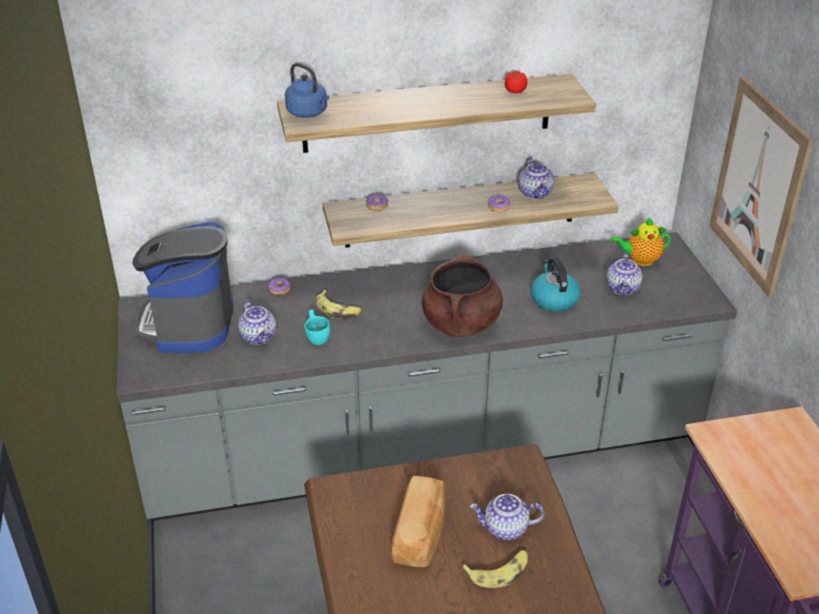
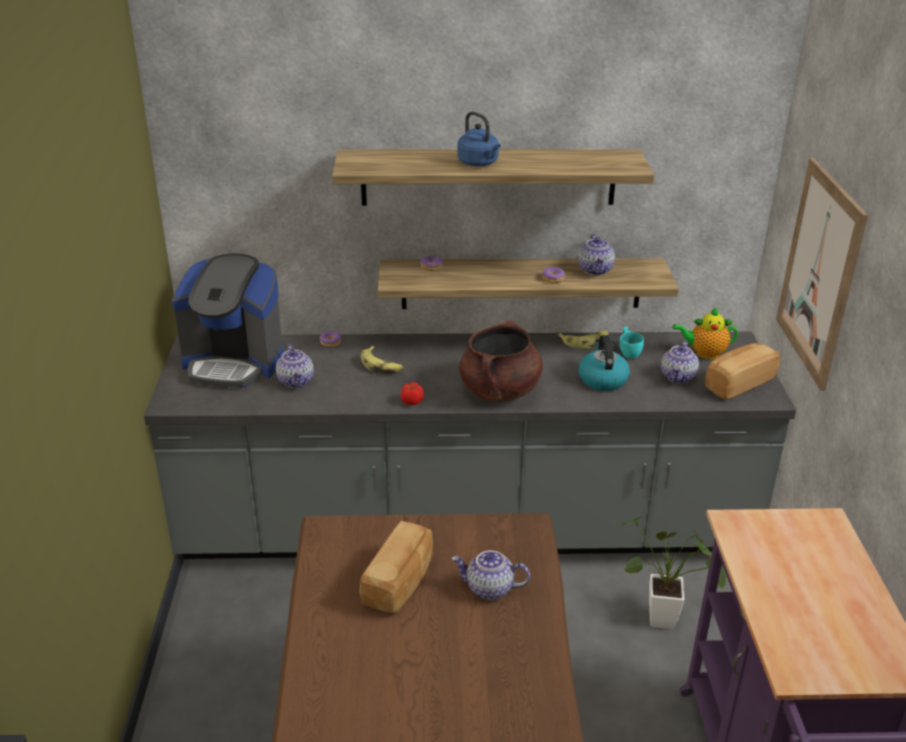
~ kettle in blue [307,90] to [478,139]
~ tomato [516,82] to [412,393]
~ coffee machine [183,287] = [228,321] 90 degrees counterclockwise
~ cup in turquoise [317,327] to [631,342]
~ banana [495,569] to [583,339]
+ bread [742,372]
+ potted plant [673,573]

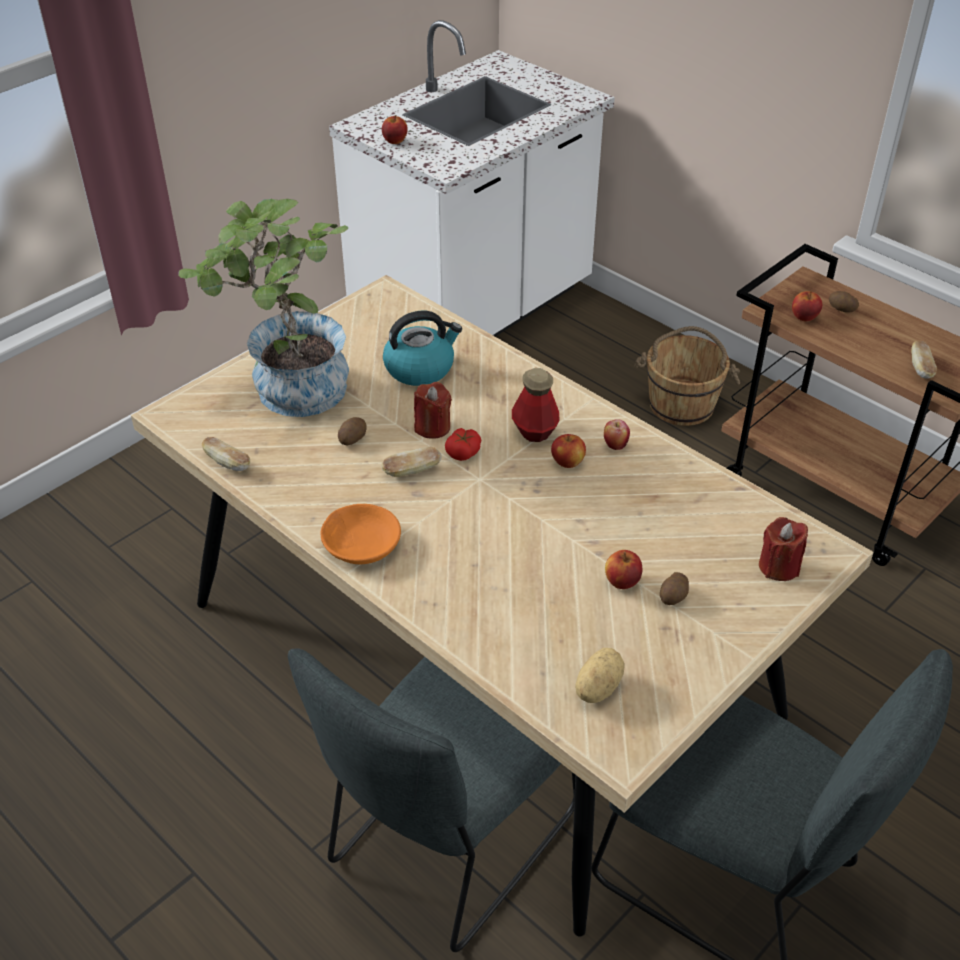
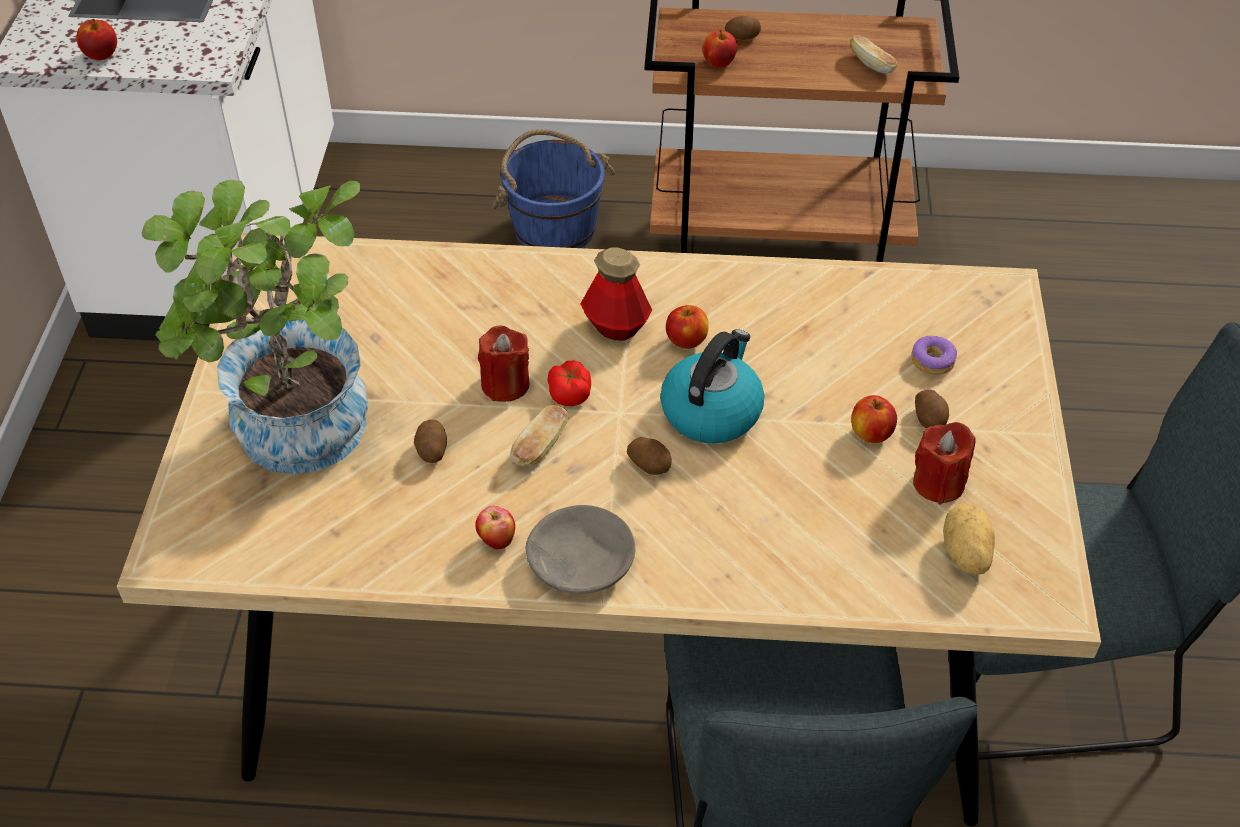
~ kettle [422,348] to [712,386]
~ bucket in brown [687,376] to bucket in blue [553,188]
~ apple [617,434] to [495,527]
- bread [225,454]
~ bowl in orange [360,534] to bowl in grey [581,549]
~ candle in red [783,549] to [944,463]
+ donut [934,355]
+ potato [649,456]

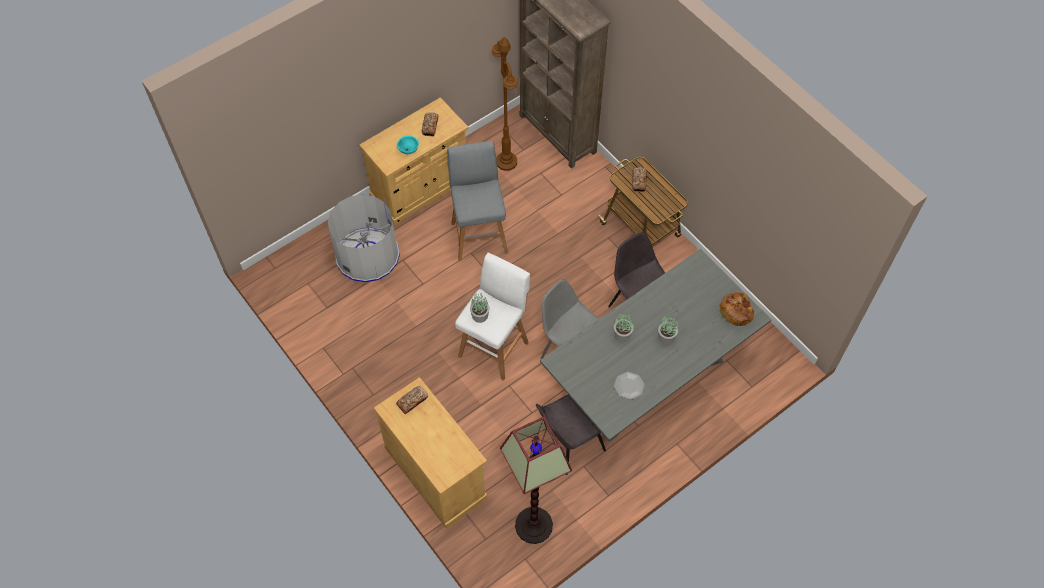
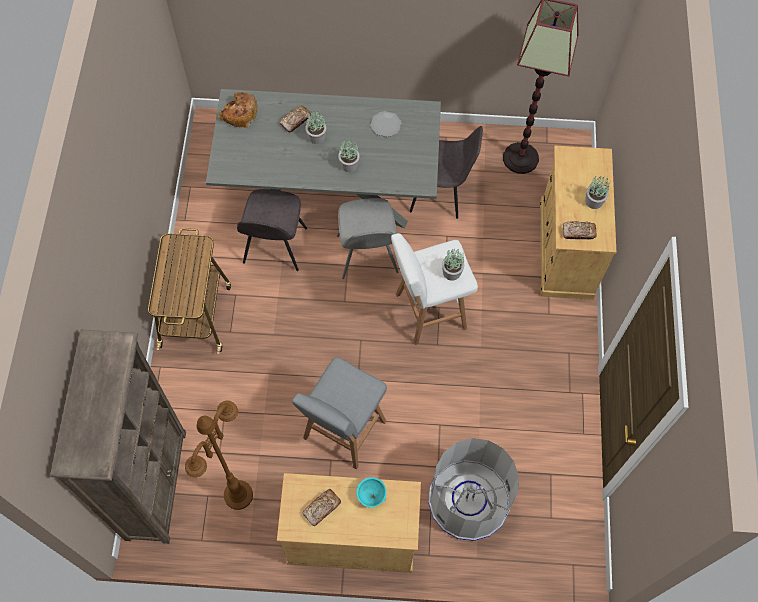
~ bread [639,179] to [295,118]
+ potted plant [598,192]

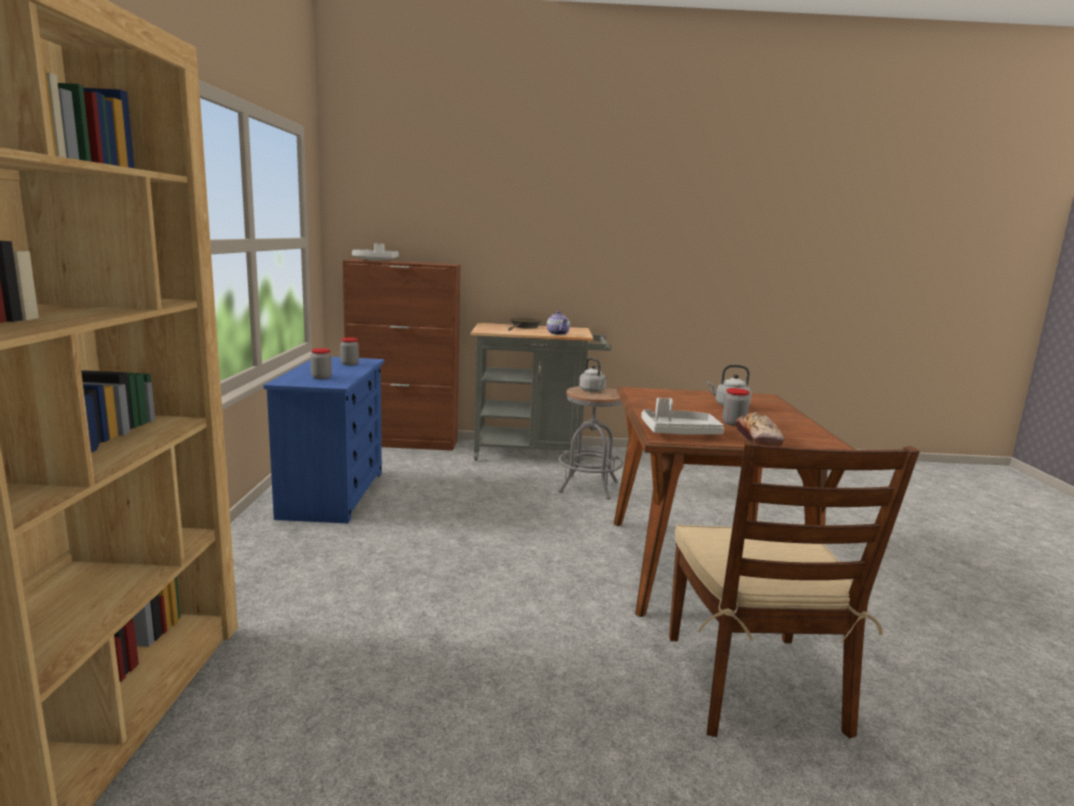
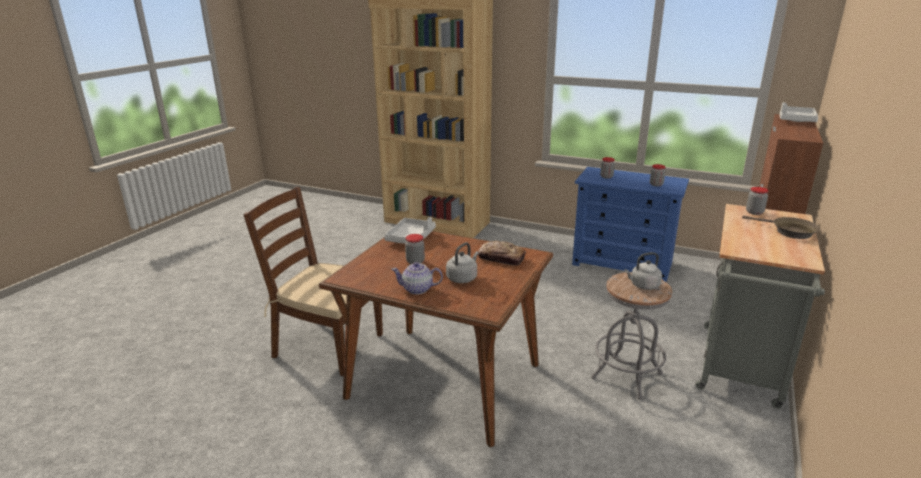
~ teapot [558,323] to [417,278]
~ bread [760,429] to [502,253]
+ jar [757,201]

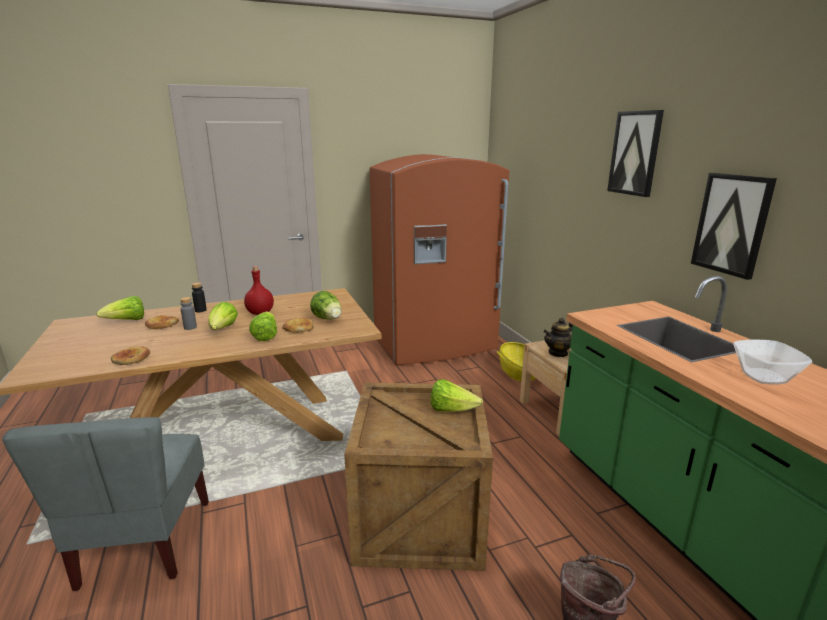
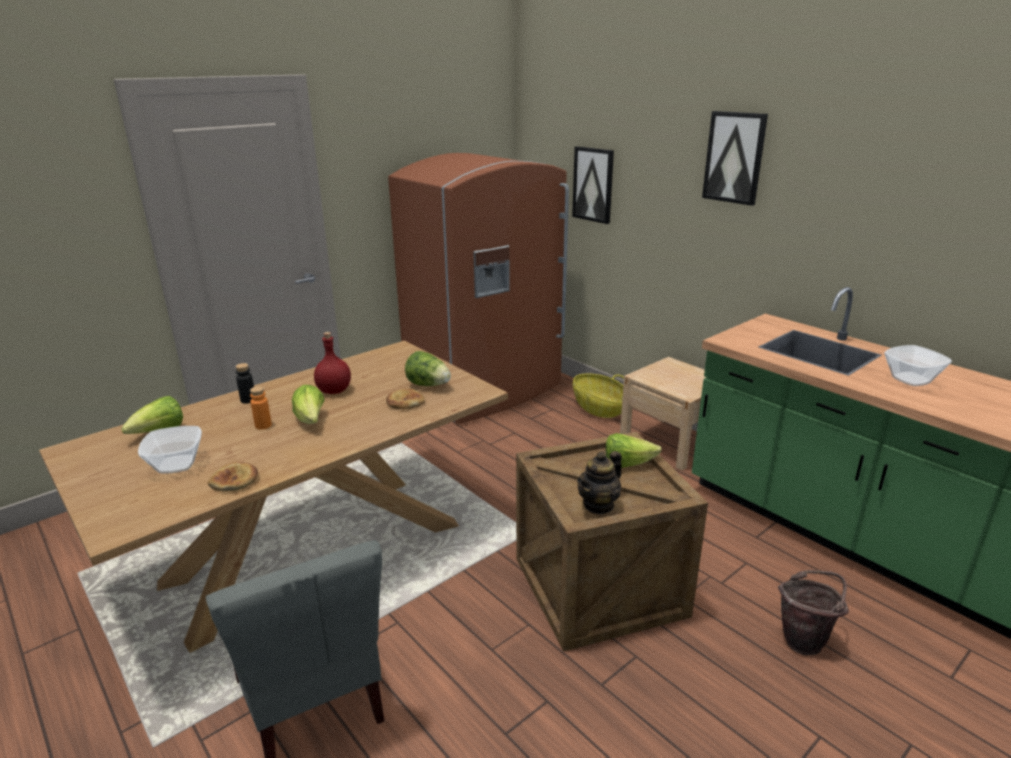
~ picture [734,226] to [593,185]
~ bottle in grey [188,313] to bottle in orange [261,408]
- lettuce [263,326]
- bread [162,322]
~ teapot [558,337] to [599,483]
+ bowl [170,450]

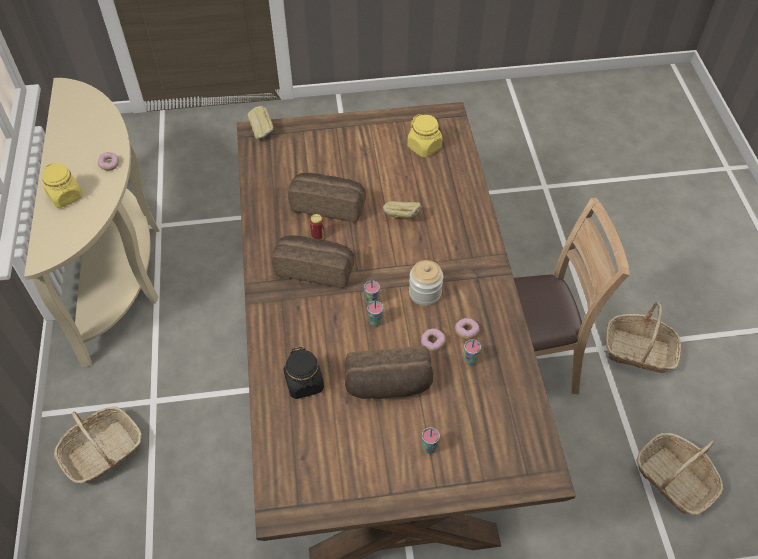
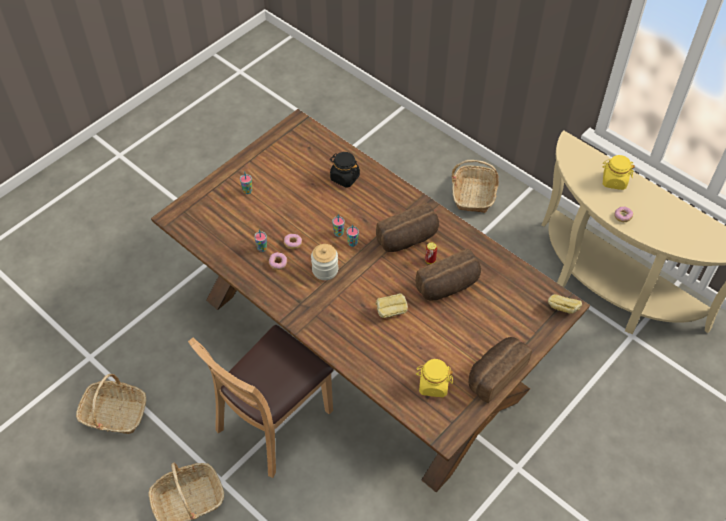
~ bread [389,372] to [500,370]

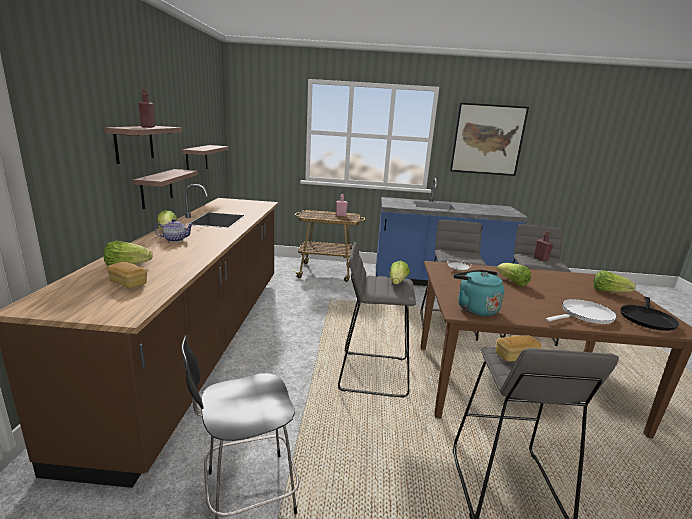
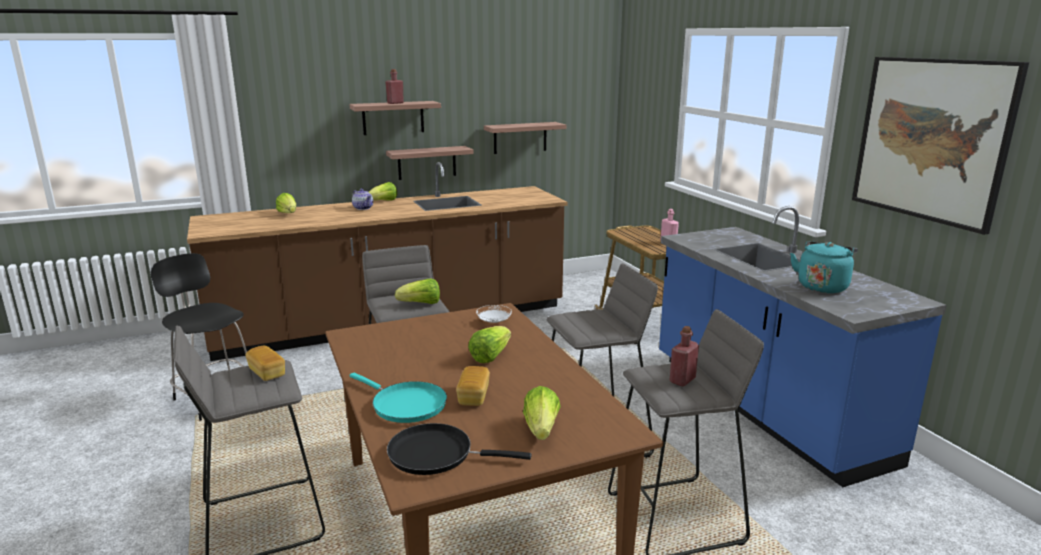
~ bread [127,275] to [473,386]
~ kettle in turquoise [478,292] to [824,267]
~ frying pan in white [581,311] to frying pan in turquoise [398,398]

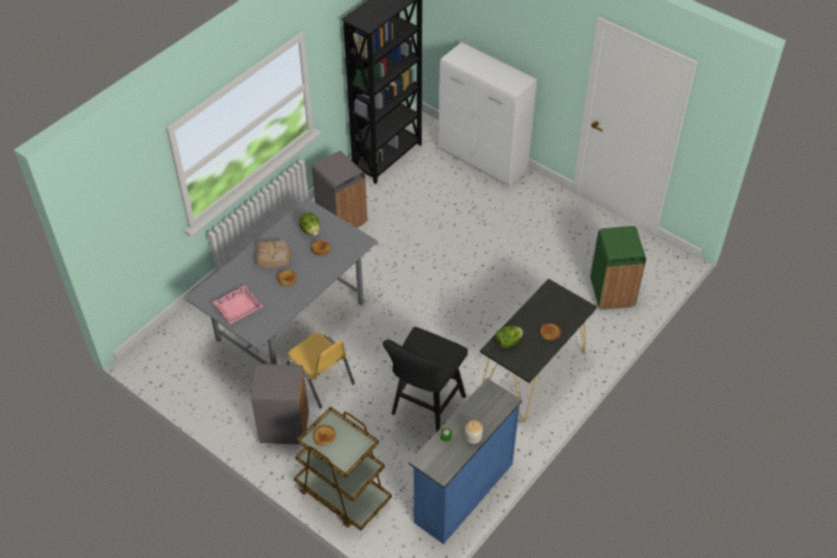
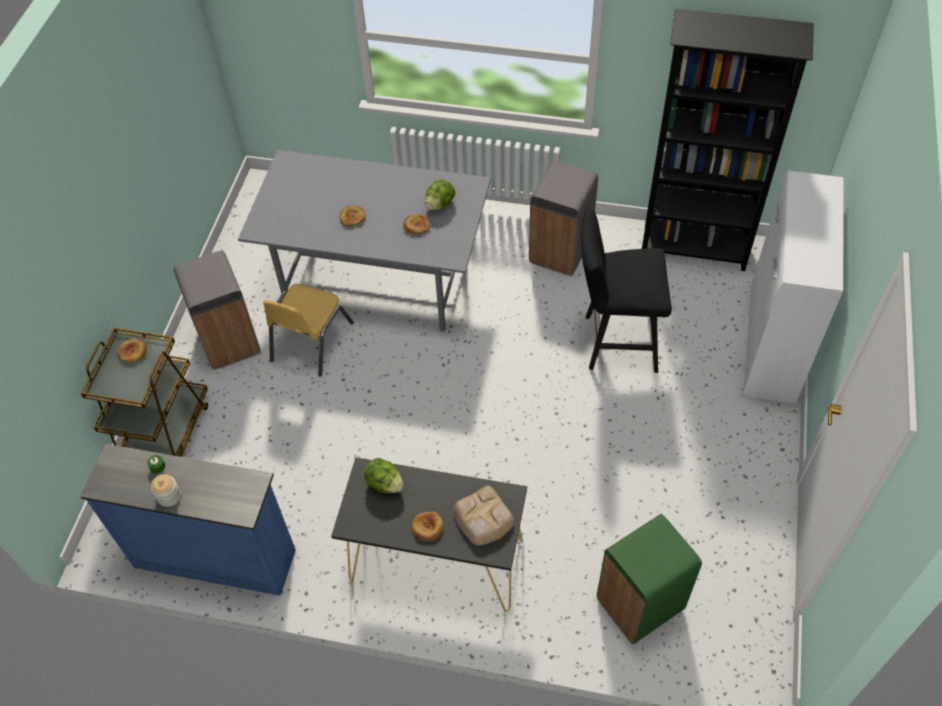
~ bread [273,254] to [484,515]
- tray in pink [237,304]
~ stool in black [425,379] to [626,290]

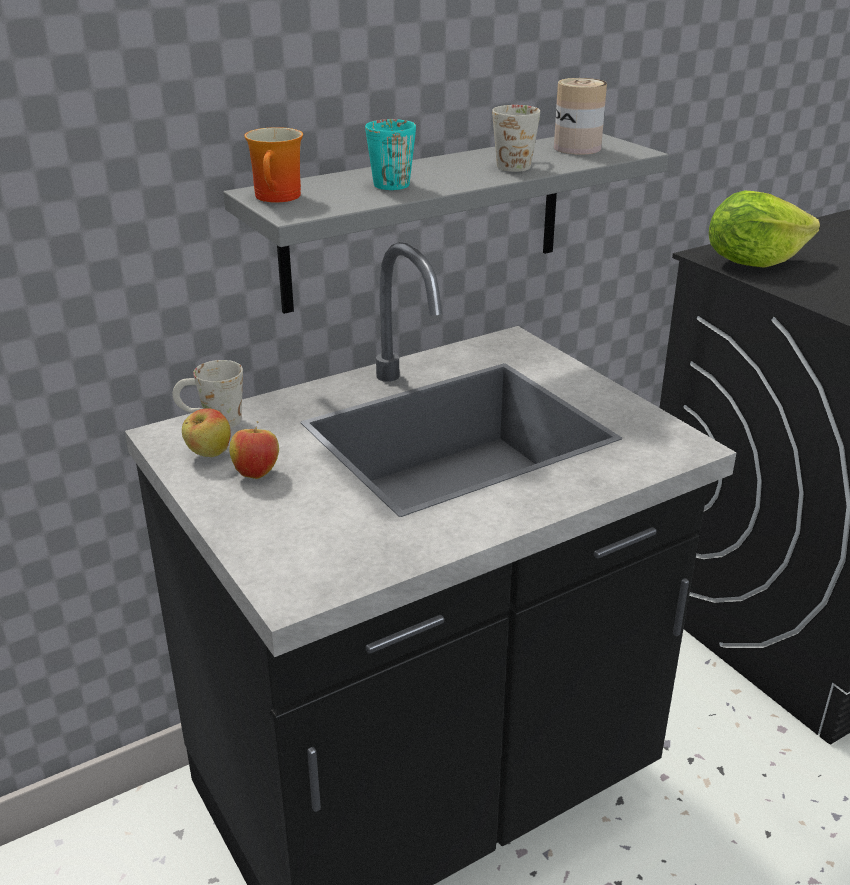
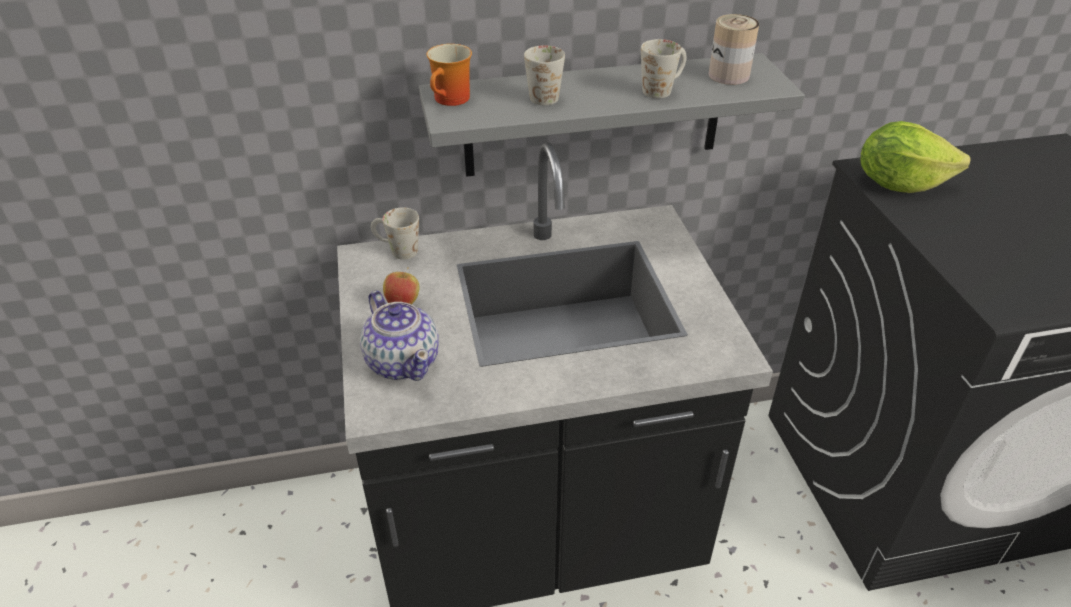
~ mug in turquoise [390,154] to mug in white [544,75]
- apple [206,432]
+ teapot [399,336]

